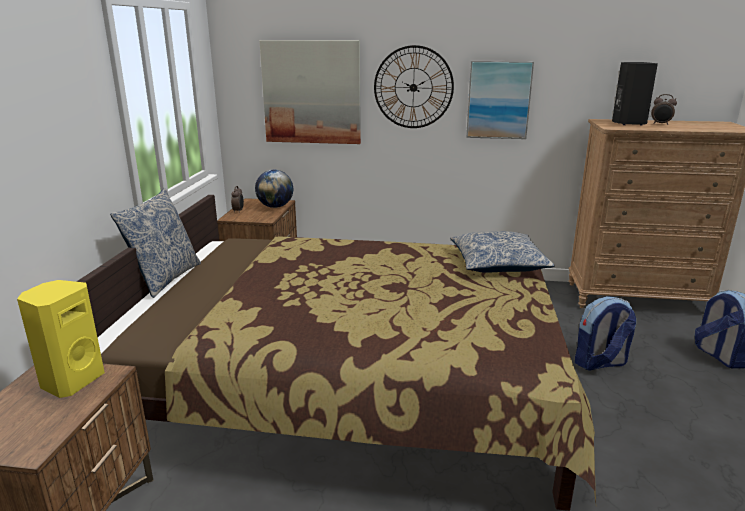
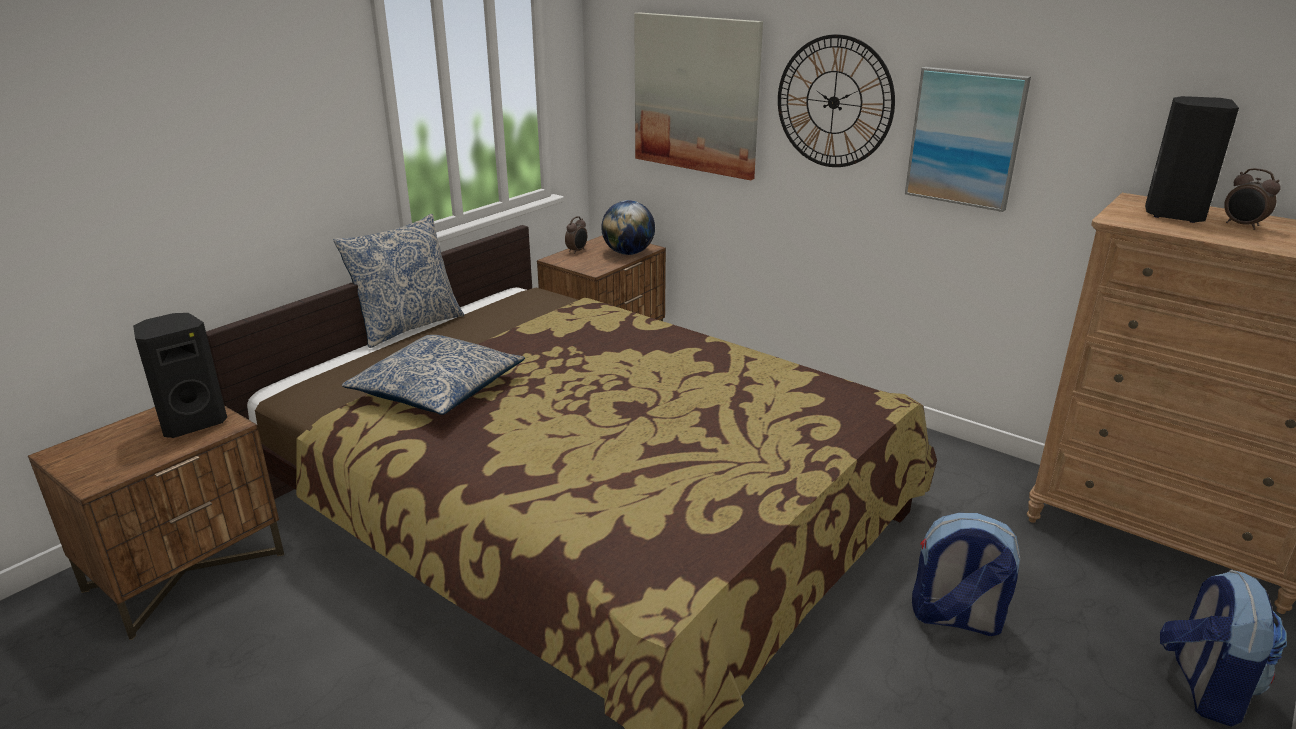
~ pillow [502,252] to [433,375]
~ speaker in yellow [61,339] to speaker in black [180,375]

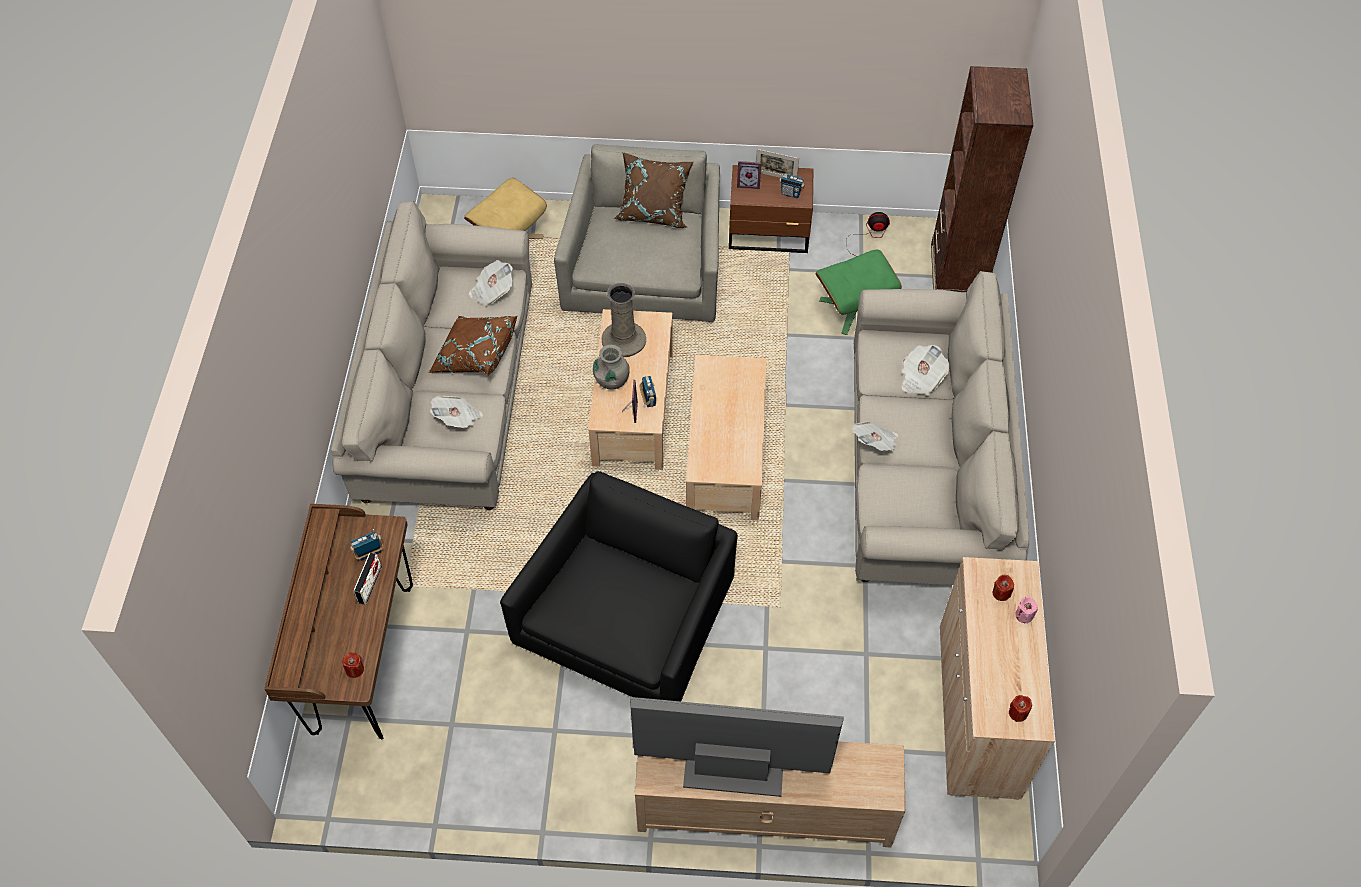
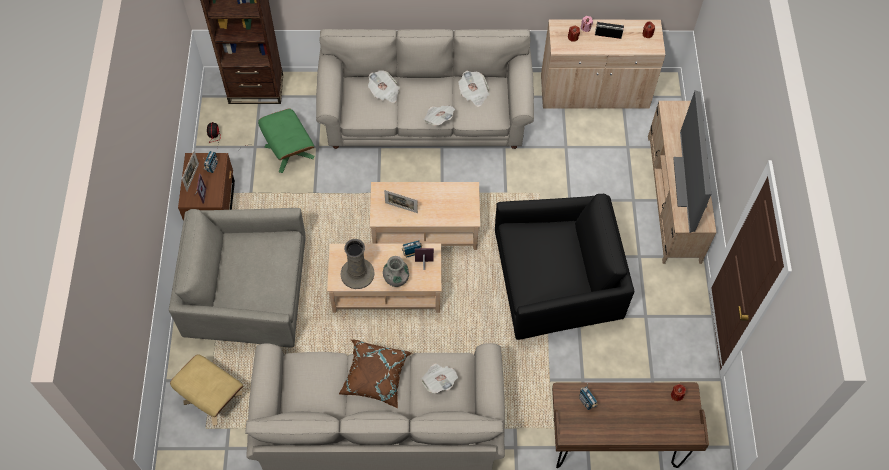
- pillow in brown [654,190]
~ newspaper [491,283] to [474,89]
~ armchair in black [619,586] = [565,267] 150 degrees clockwise
~ radio [367,578] to [609,30]
+ picture frame [401,201]

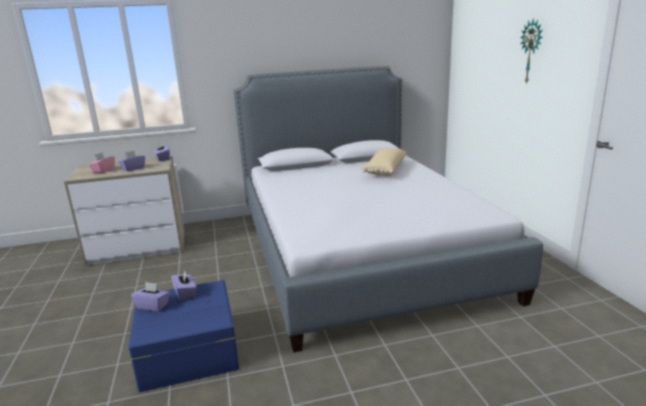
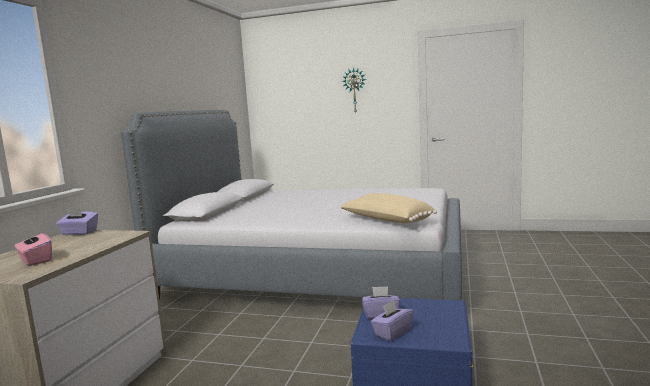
~ pillow in beige [383,162] to [388,208]
- tissue box in purple [132,161]

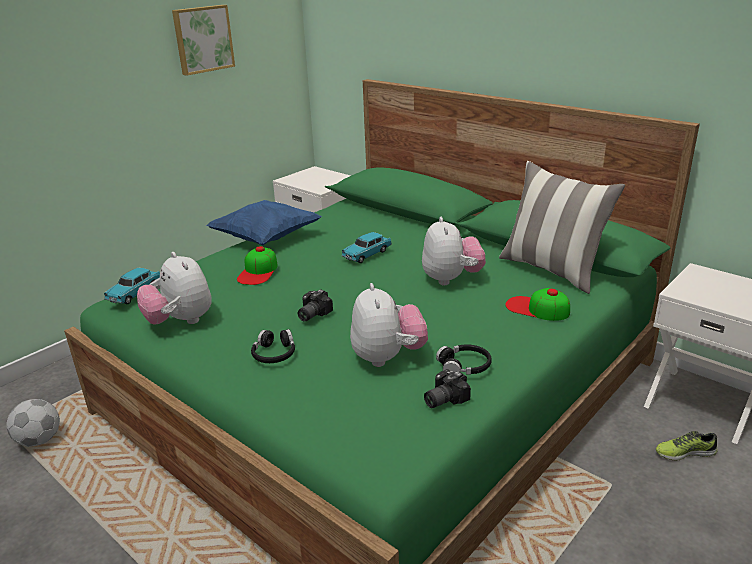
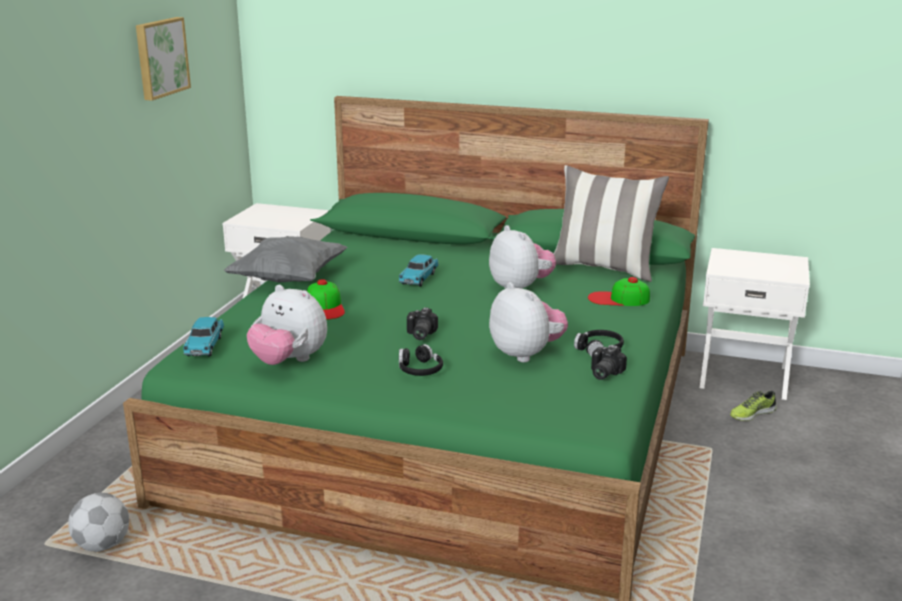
~ pillow in blue [264,223] to pillow in grey [285,259]

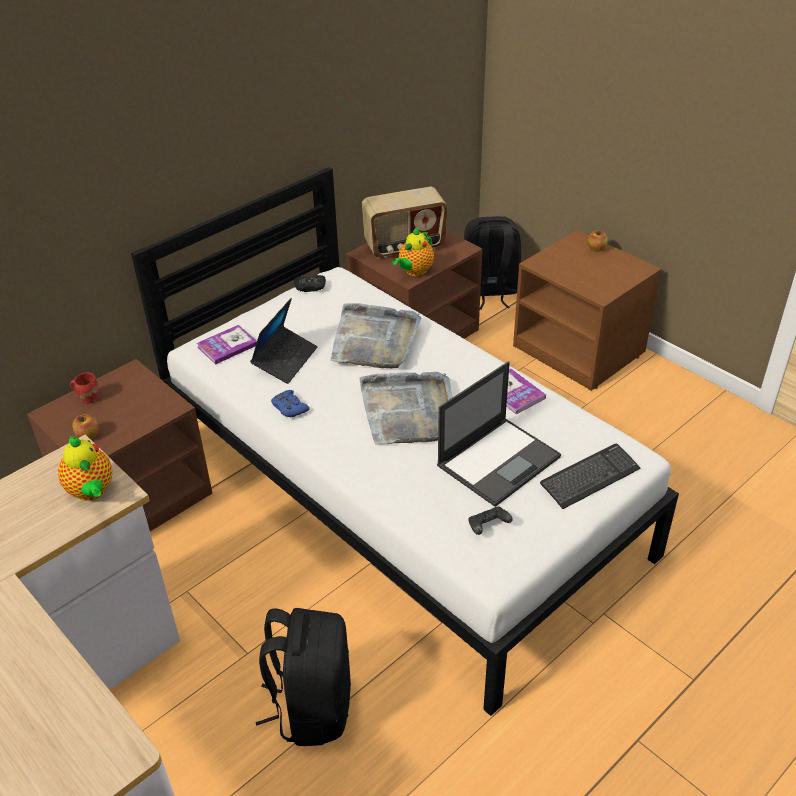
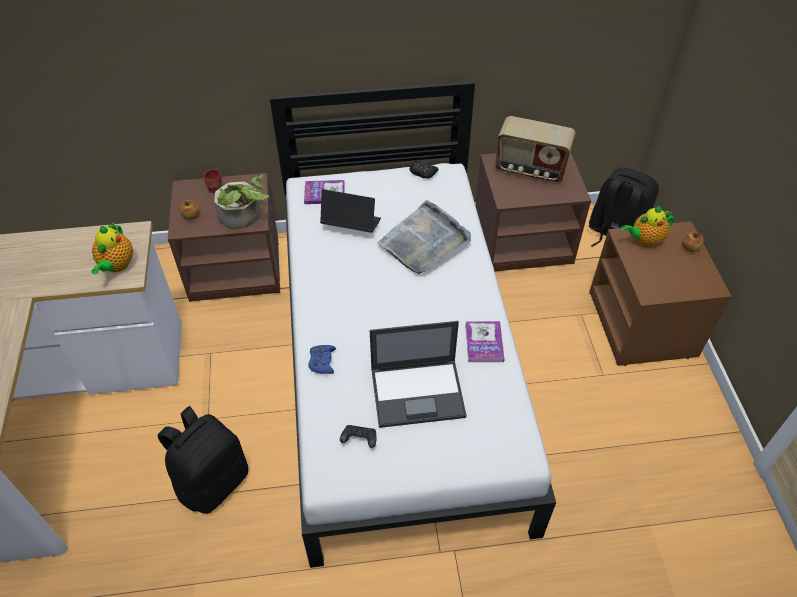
~ teapot [413,251] to [647,226]
~ laptop [283,341] = [350,211] 135 degrees counterclockwise
- tray in grey [405,408]
~ game controller in blue [290,403] to [322,359]
- keyboard [590,476]
+ potted plant [242,202]

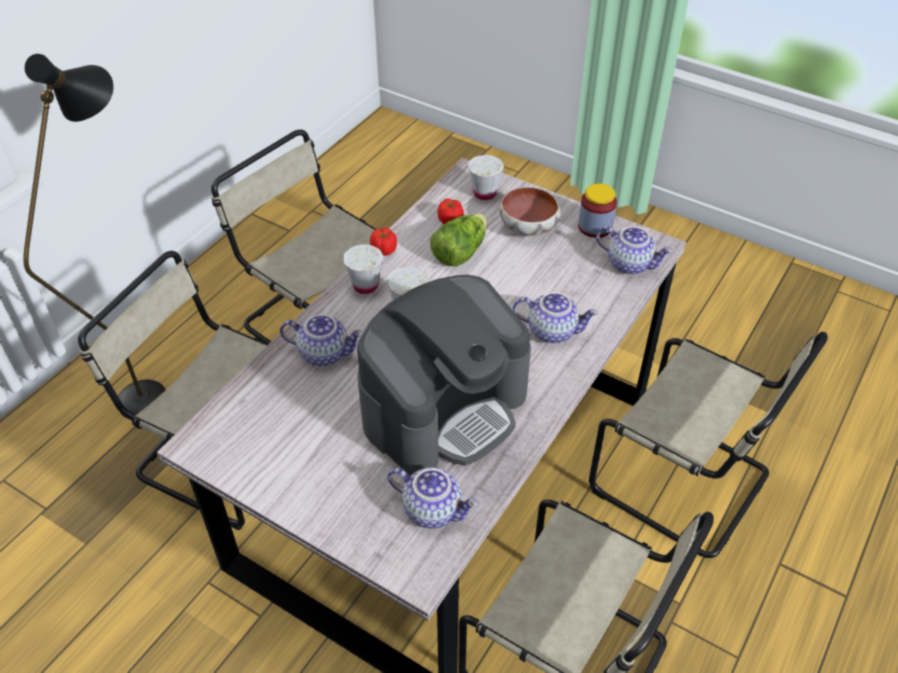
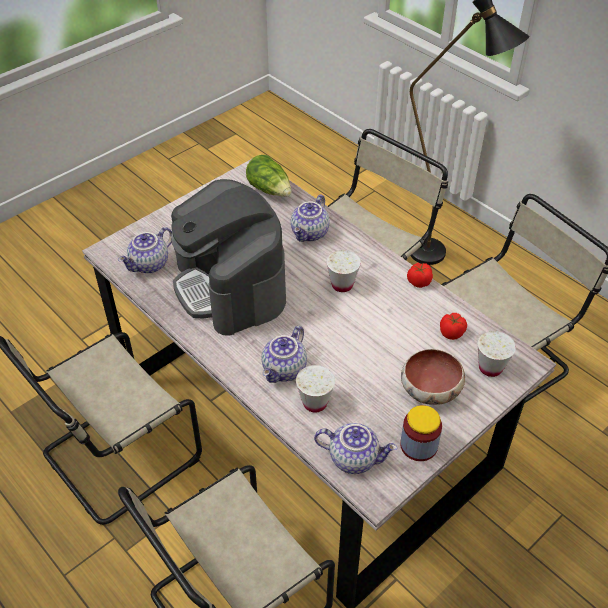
~ lettuce [458,239] to [269,176]
~ teapot [634,250] = [355,448] 120 degrees counterclockwise
~ cup in white [363,269] to [315,388]

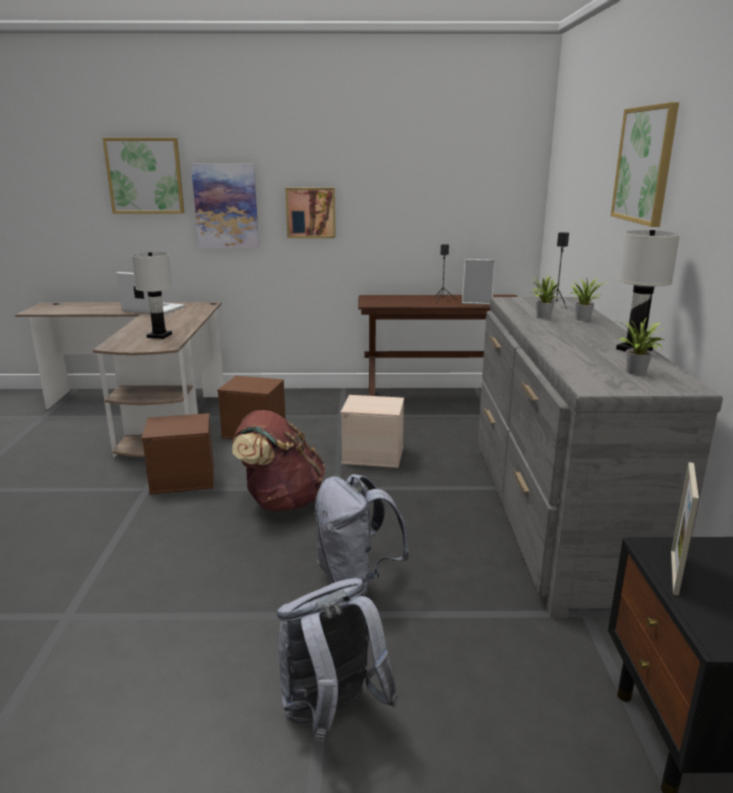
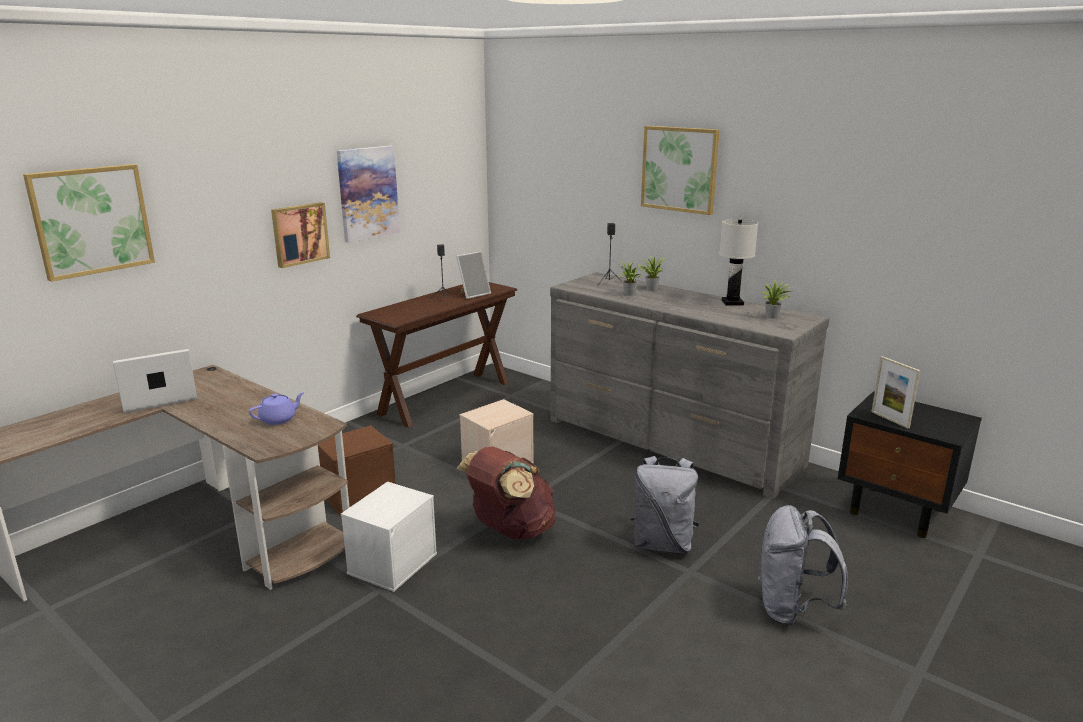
~ picture [225,206] to [368,194]
~ table lamp in white [151,295] to teapot in purple [277,408]
~ storage box in brown [178,453] to storage box in white [389,537]

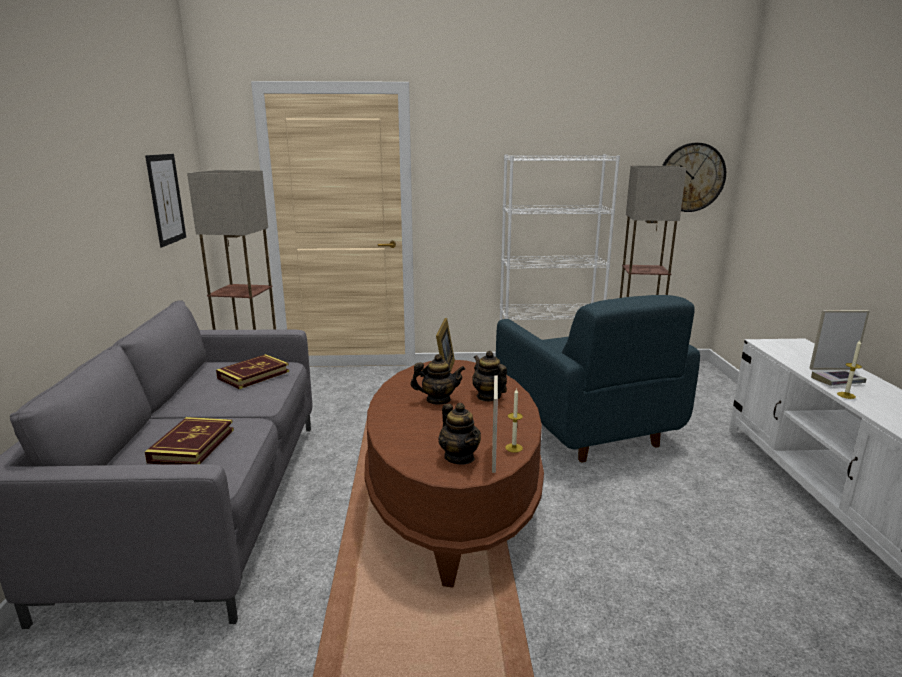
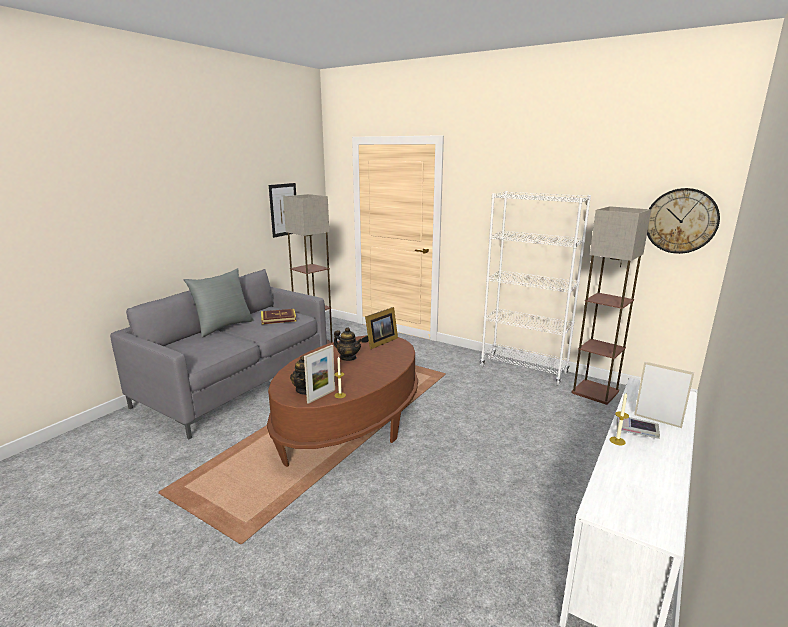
- armchair in blue [598,379]
- teapot [489,376]
- book [189,441]
+ pillow in grey [218,303]

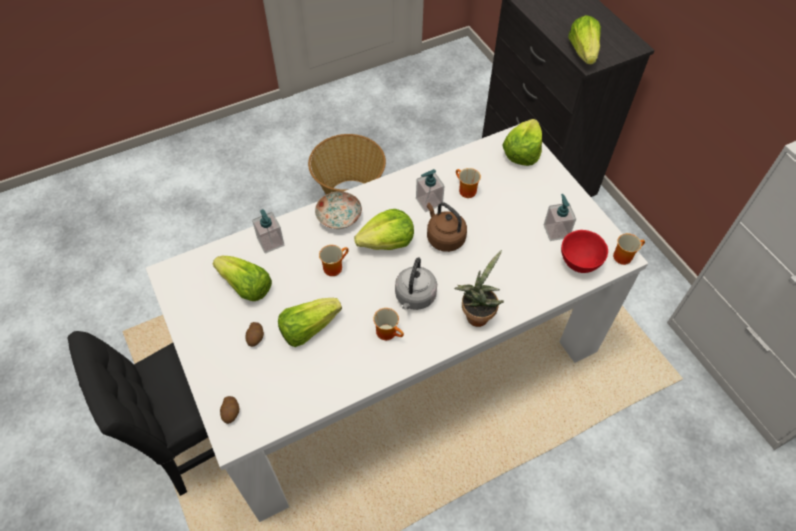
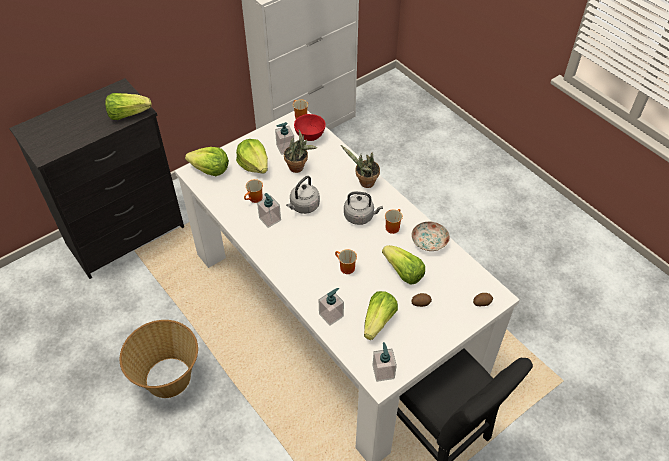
~ plate [338,210] to [430,236]
~ kettle in brown [447,227] to kettle in grey [303,195]
~ lettuce [384,229] to [252,156]
+ potted plant [300,151]
+ soap dispenser [385,362]

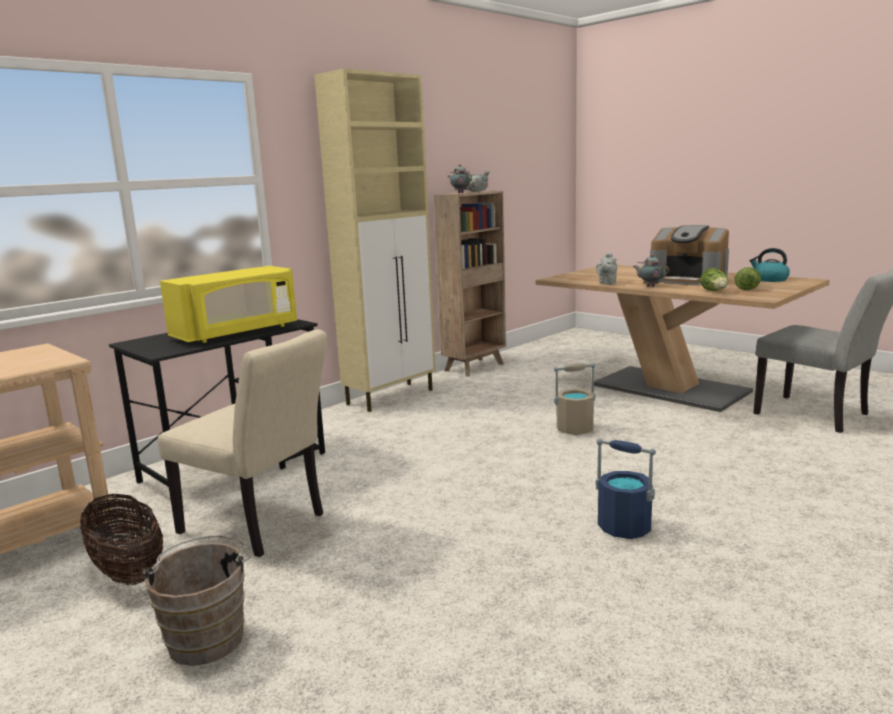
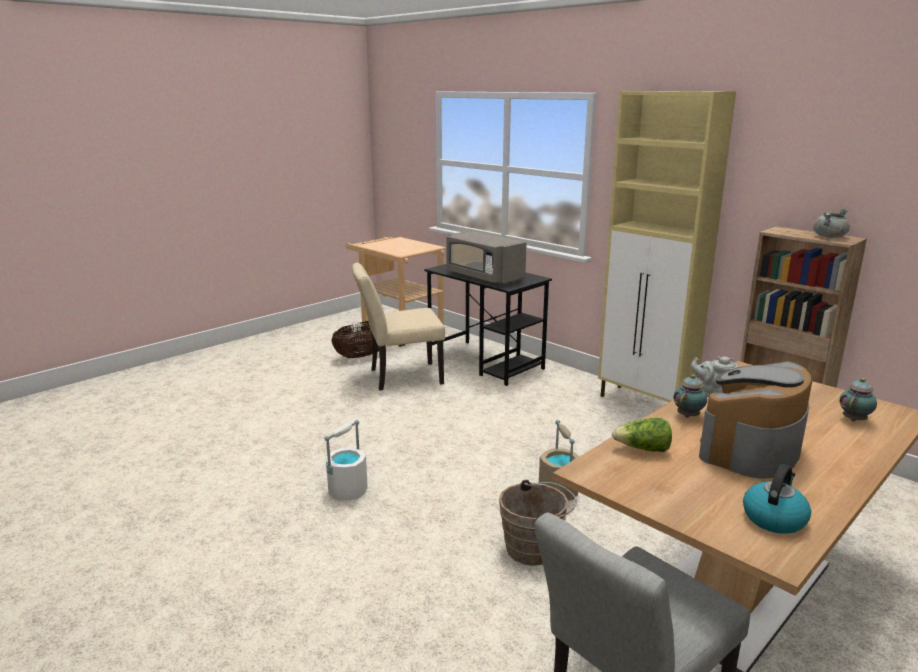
~ teapot [460,178] to [858,399]
~ microwave in yellow [228,304] to microwave in grey [486,258]
- lettuce [748,278]
~ chair in beige [242,443] = [398,326] 45 degrees clockwise
~ bucket in blue [625,489] to bucket in white [346,460]
~ bucket in brown [196,600] to [538,523]

